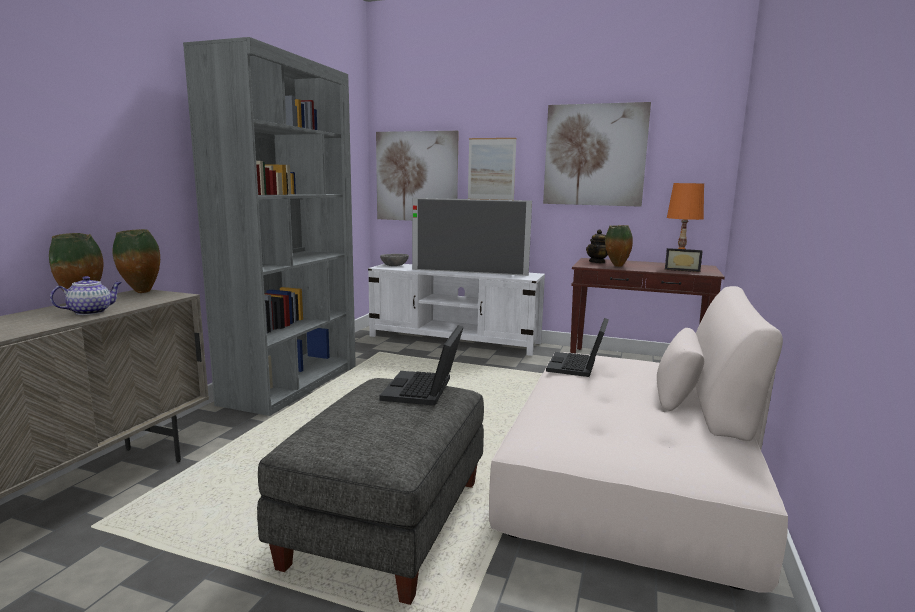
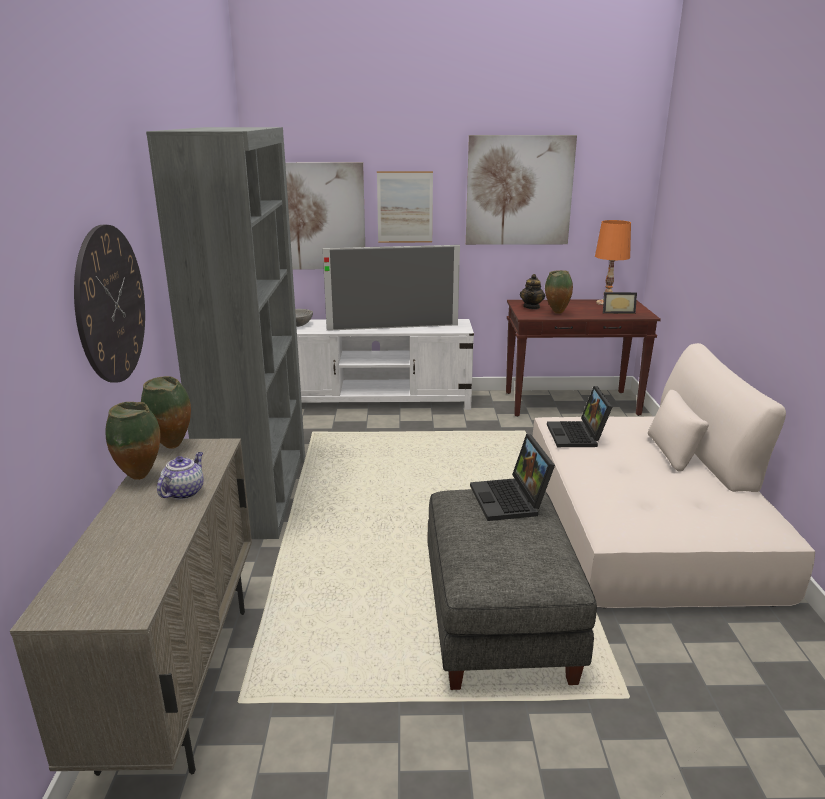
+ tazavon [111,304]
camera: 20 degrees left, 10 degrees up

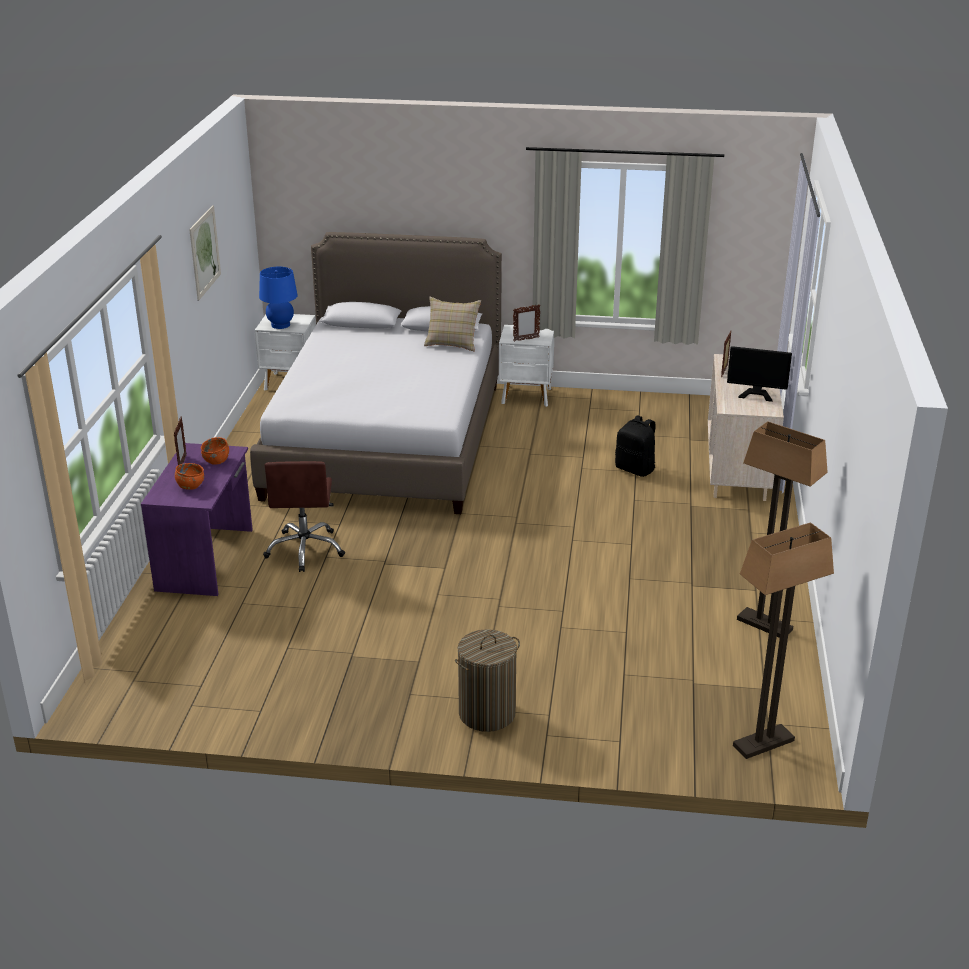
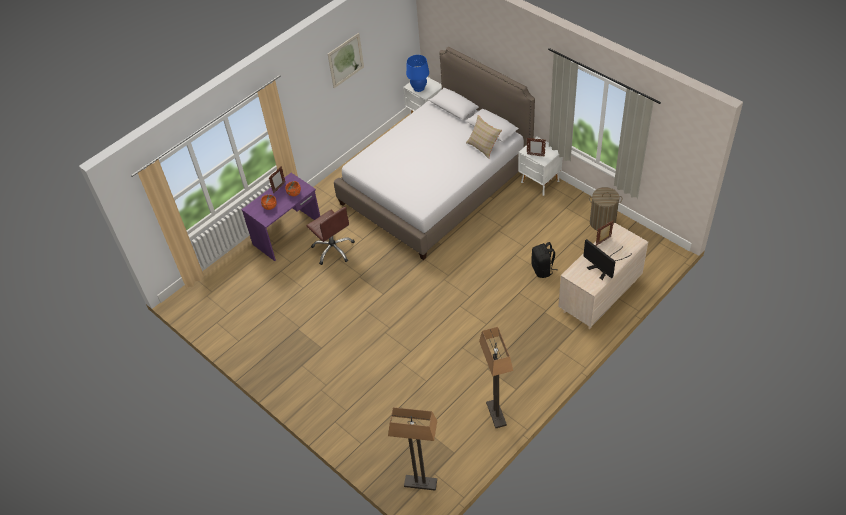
~ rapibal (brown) [305,550] = [333,249] 75 degrees counterclockwise
~ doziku [487,713] to [602,222]
camera: 40 degrees right, 20 degrees up

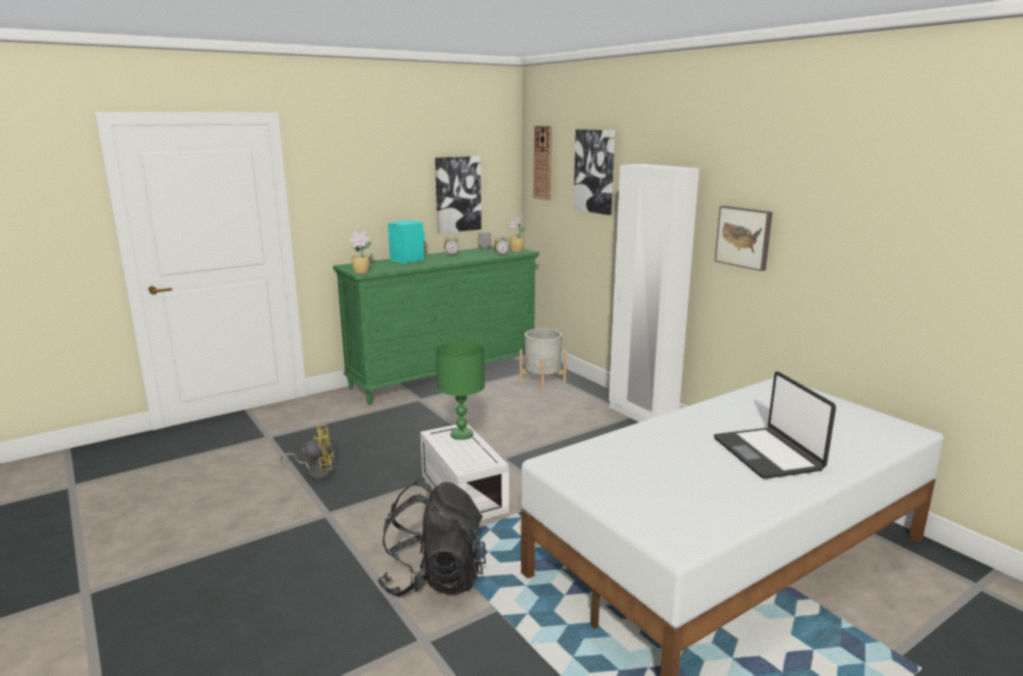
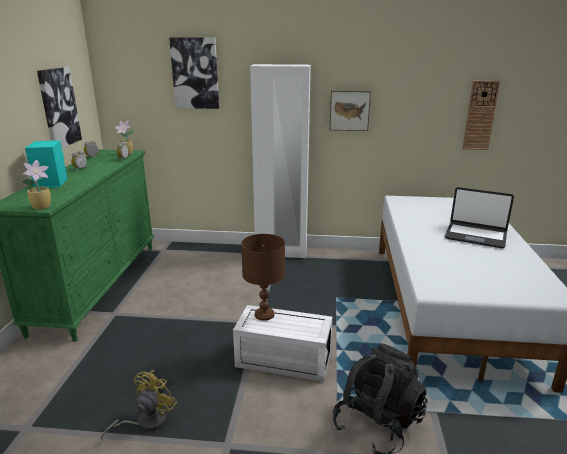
~ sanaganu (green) [462,434] to sanaganu (brown) [264,314]
~ tazavon [543,162] to [480,116]
- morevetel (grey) [542,382]
camera: 50 degrees left, 5 degrees up

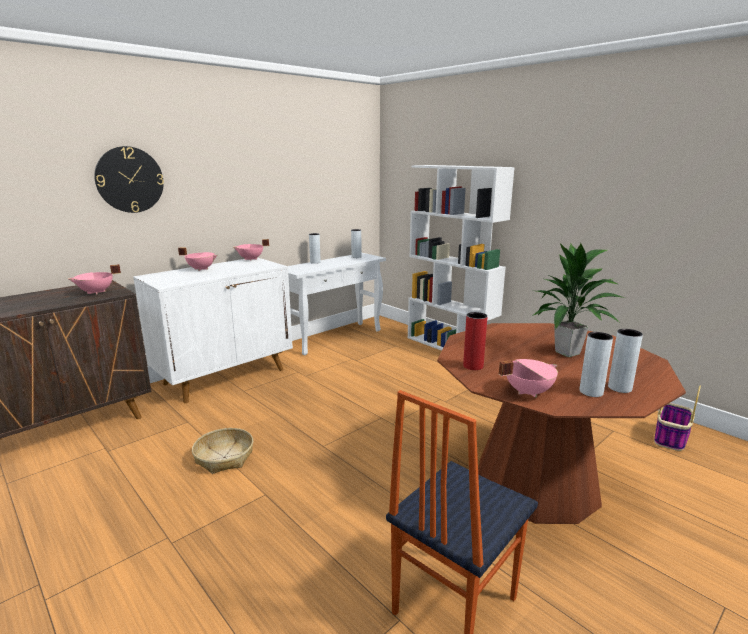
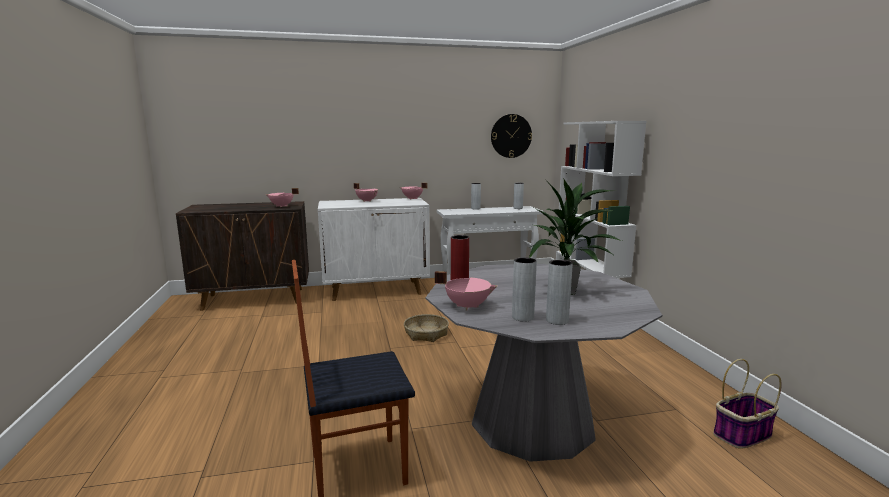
~ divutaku [224,457] to [426,334]
~ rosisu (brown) [536,481] to rosisu (grey) [532,421]
~ tazavon [129,180] to [511,136]
camera: 30 degrees right, 5 degrees down

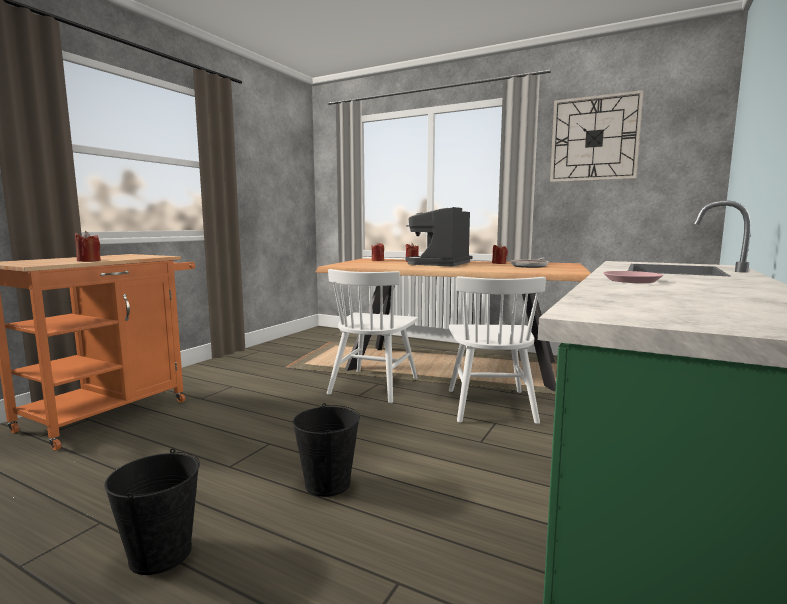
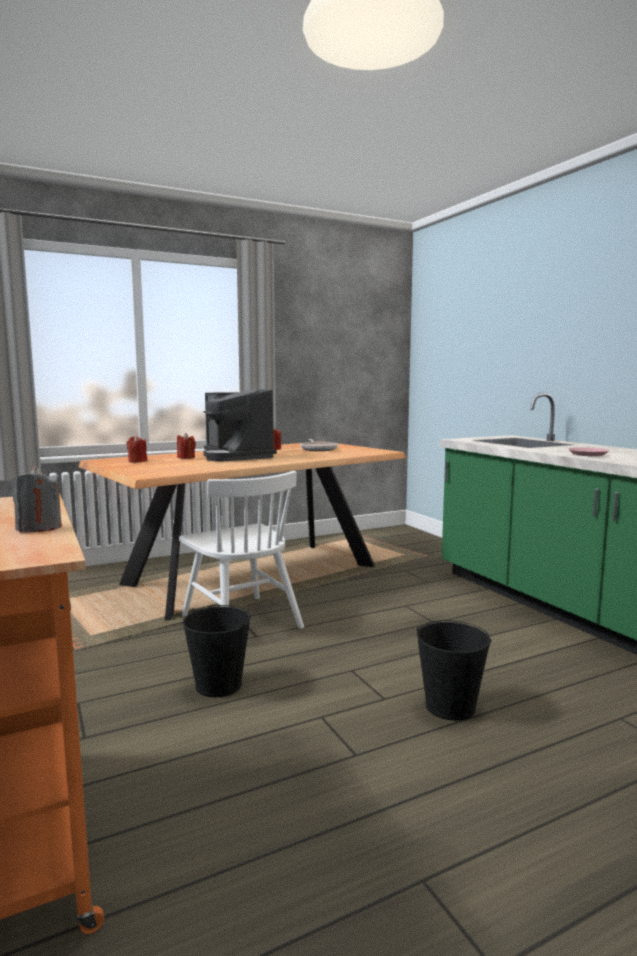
~ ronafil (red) [89,261] to ronafil (grey) [39,528]
~ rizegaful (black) [160,554] to [218,685]
- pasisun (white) [490,405]
- tazavon [594,138]
camera: 55 degrees left, 0 degrees up

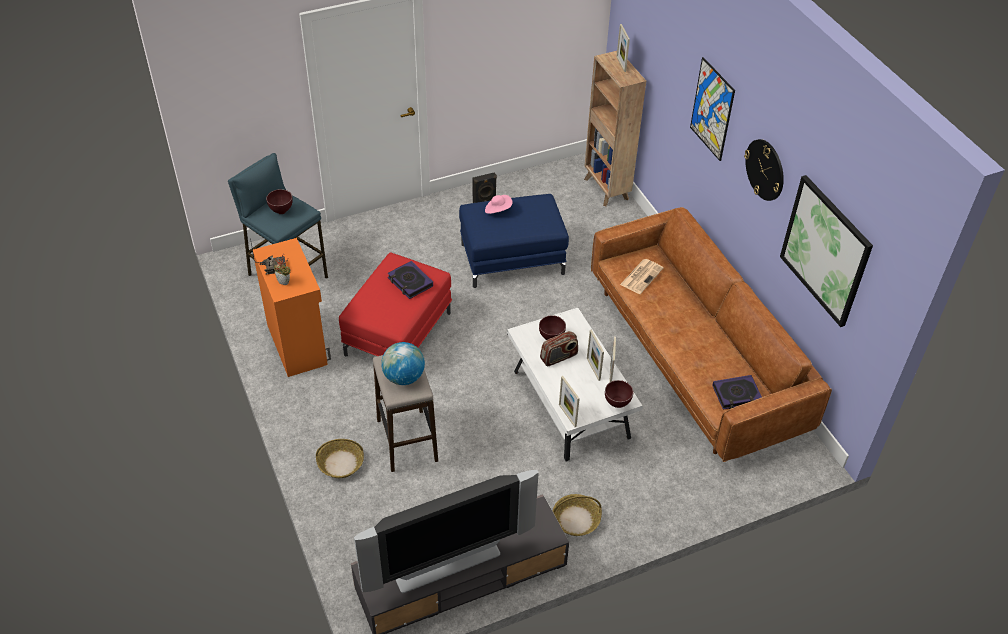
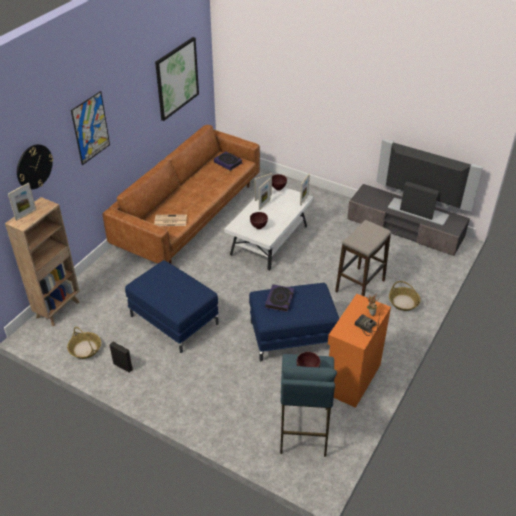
~ tazavon [765,169] to [34,166]
~ divutaku [576,520] to [85,349]
~ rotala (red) [397,333] to rotala (blue) [292,336]
- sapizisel [403,377]
- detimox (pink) [498,210]
- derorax [559,357]
camera: 125 degrees left, 5 degrees down

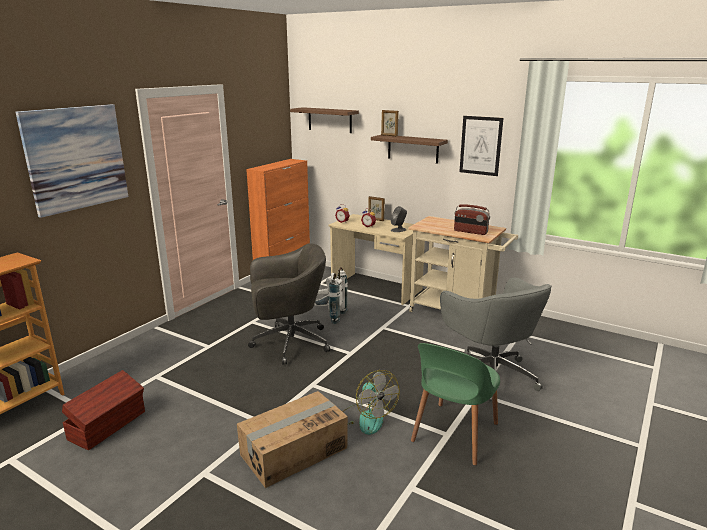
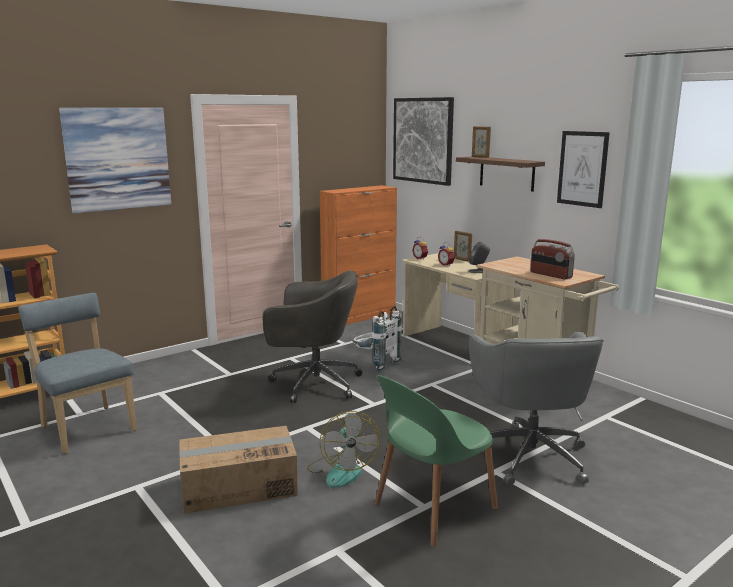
~ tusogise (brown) [108,425] to pasisun (blue) [86,427]
~ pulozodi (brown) [330,120] to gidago [423,140]
camera: 20 degrees right, 5 degrees down

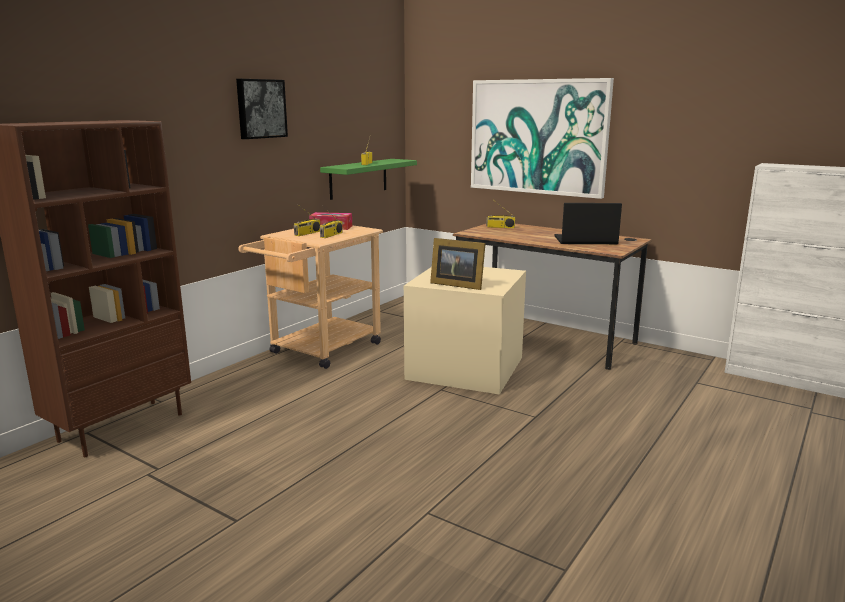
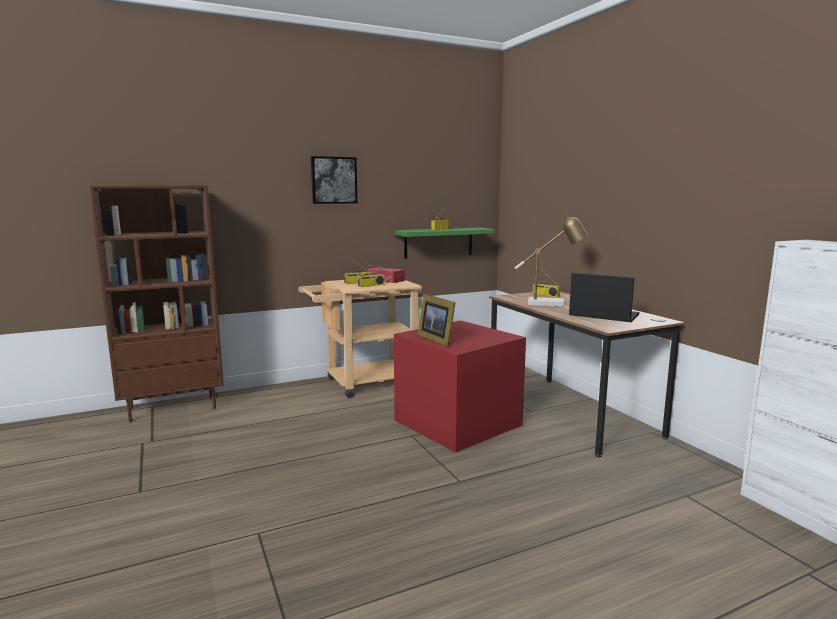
~ tusogise (beige) [467,368] to tusogise (red) [459,423]
+ sanaganu [551,303]
- gidago [538,137]
camera: 30 degrees right, 5 degrees down

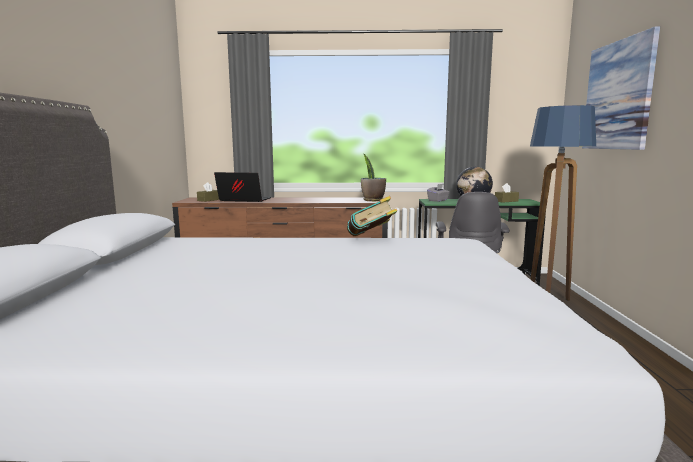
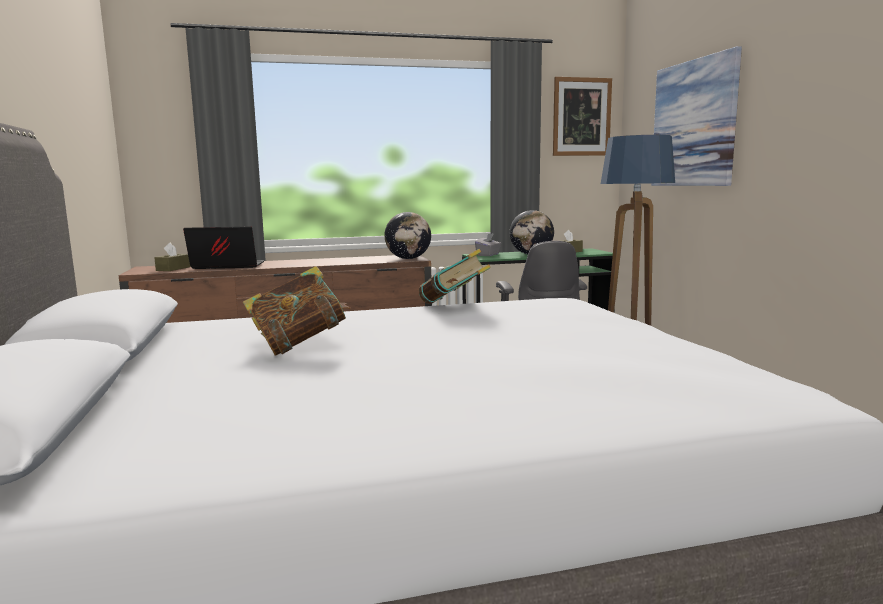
+ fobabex [299,345]
~ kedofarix [373,200] to sapizisel [408,258]
+ gidago [581,117]
camera: 15 degrees left, 0 degrees up

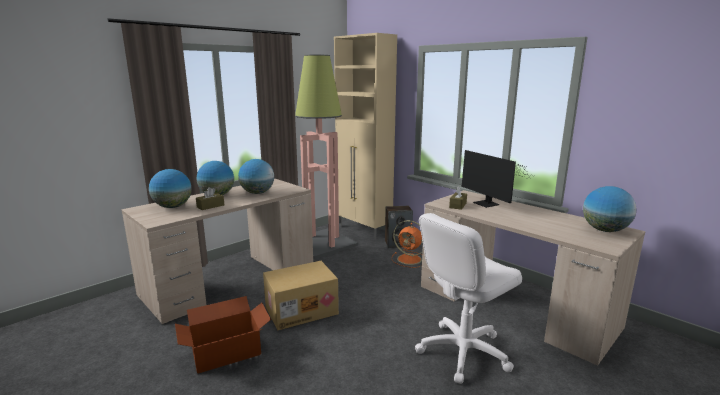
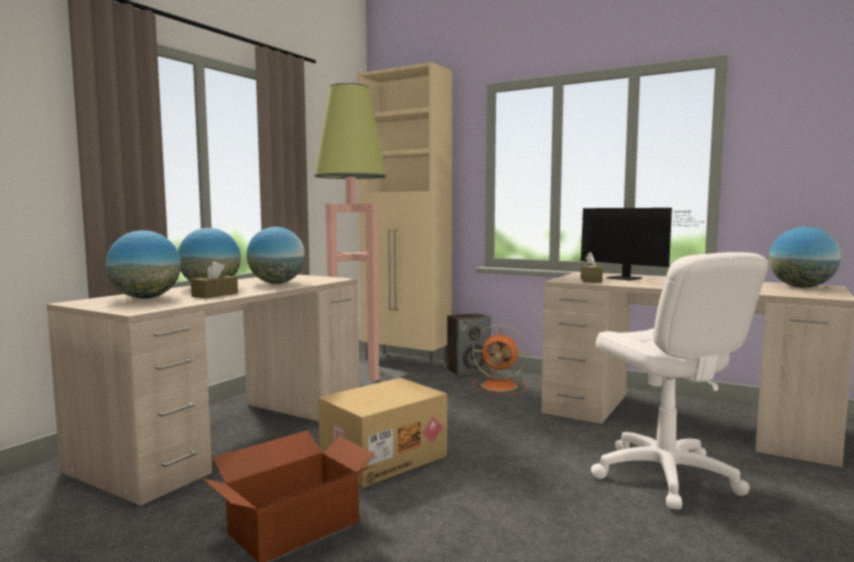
~ rapibal (white) [463,352] = [664,476] 60 degrees counterclockwise
camera: 15 degrees left, 10 degrees down

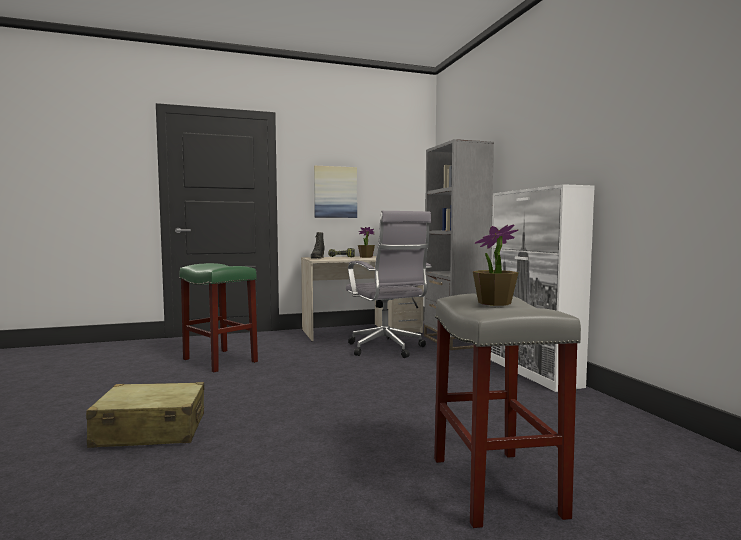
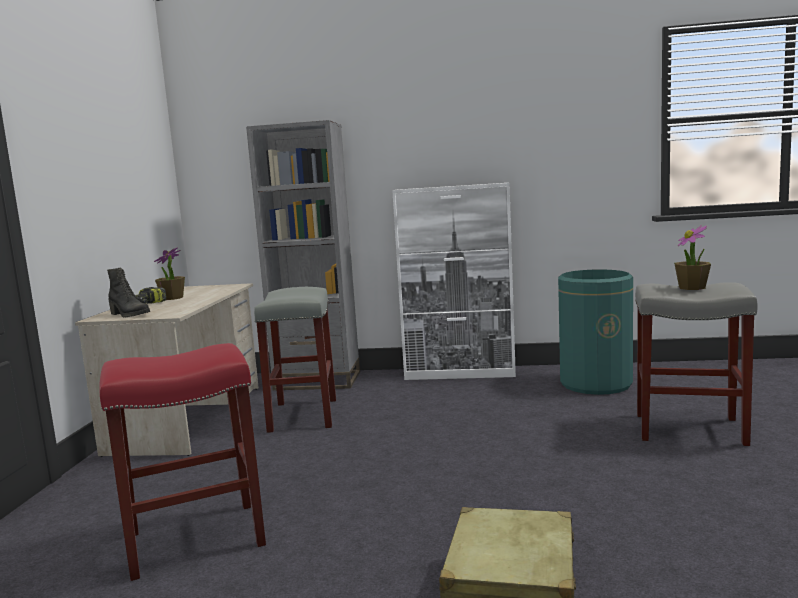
~ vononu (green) [219,360] to vononu (red) [194,540]
~ rapibal (grey) [387,349] to vononu (grey) [304,415]
+ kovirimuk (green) [595,383]
- gidago [335,192]
camera: 65 degrees left, 5 degrees up

